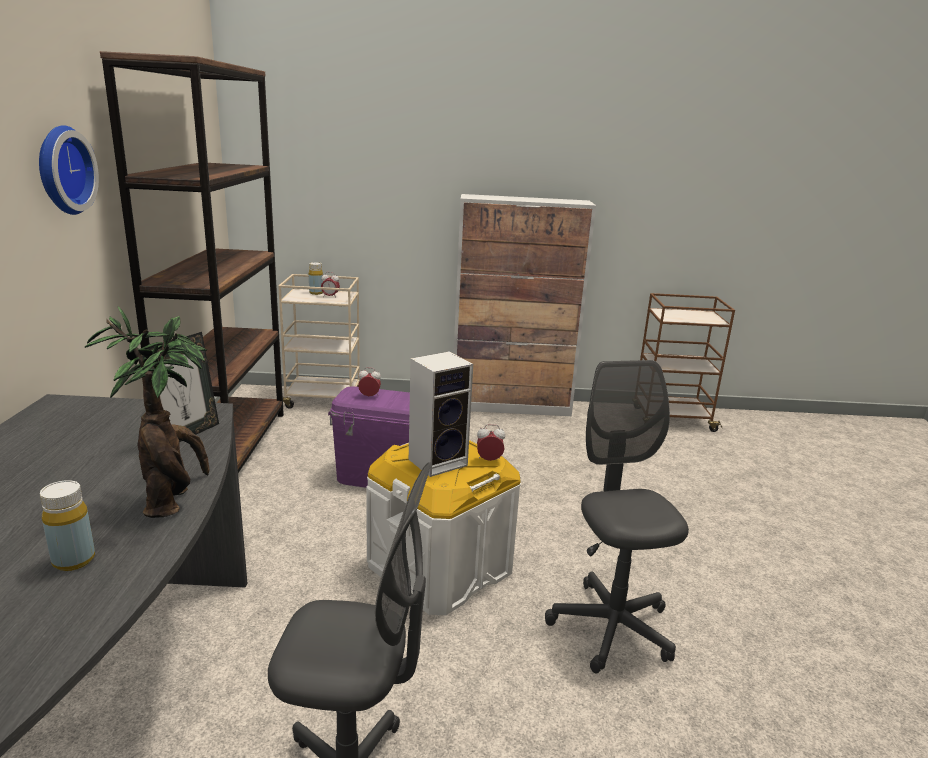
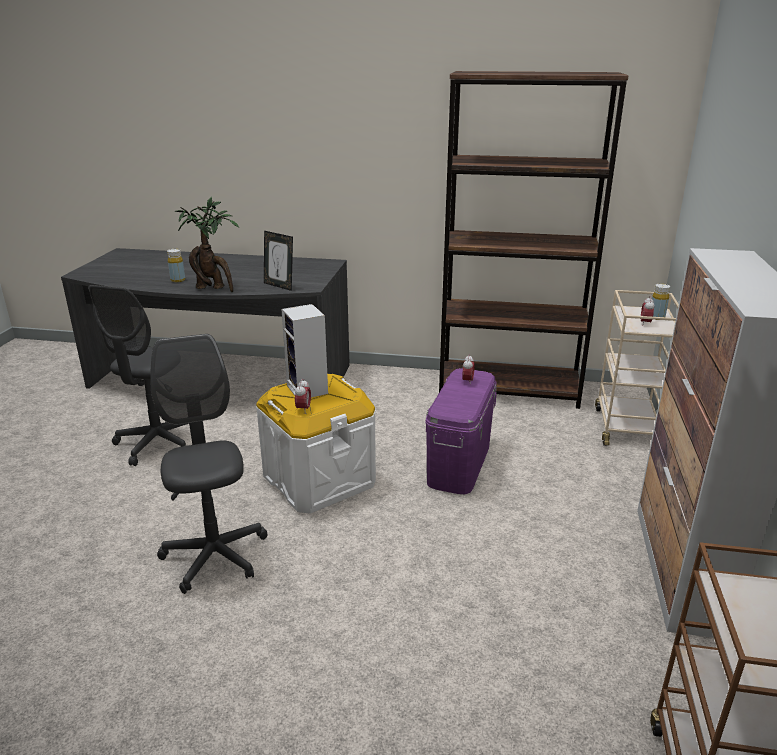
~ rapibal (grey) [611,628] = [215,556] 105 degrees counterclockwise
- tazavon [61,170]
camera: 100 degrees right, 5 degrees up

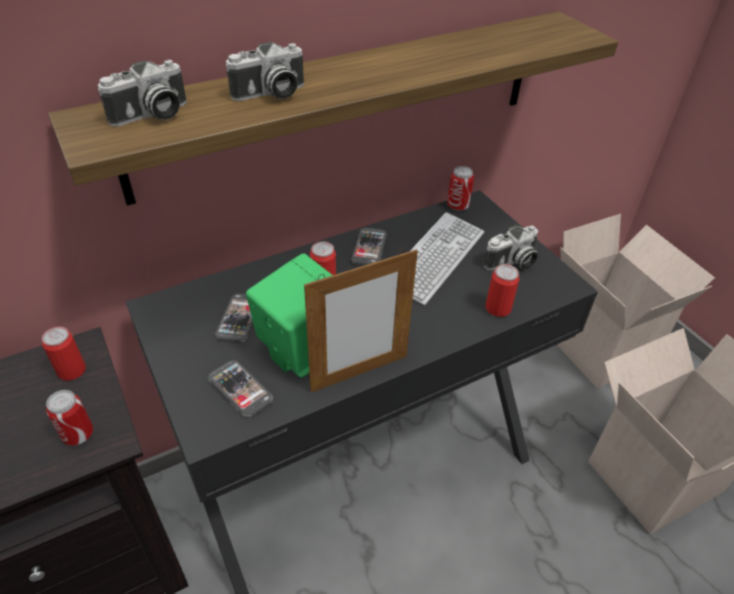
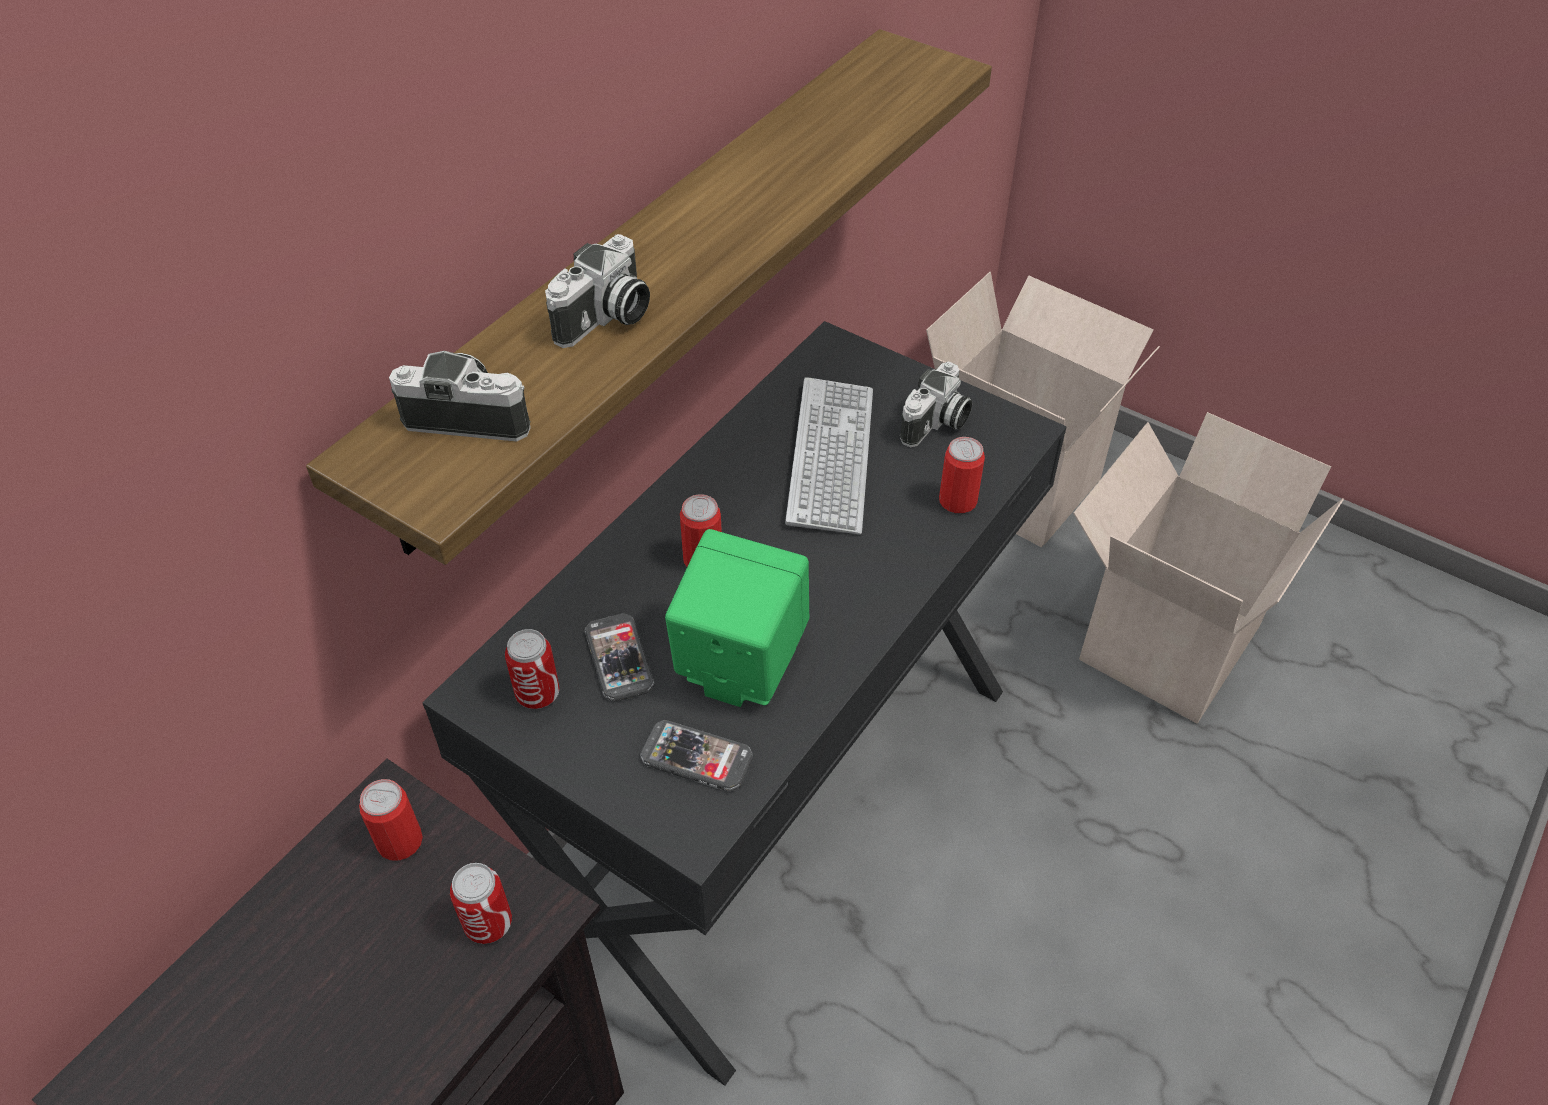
~ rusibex [151,116] = [471,416] 105 degrees counterclockwise
~ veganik [458,206] to [538,694]
- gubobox [359,373]
- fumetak [369,249]
camera: 25 degrees left, 5 degrees up

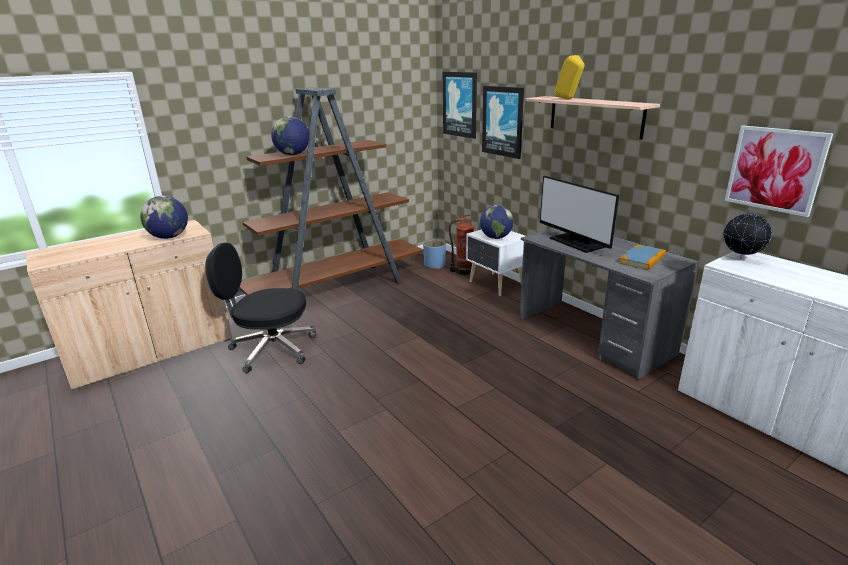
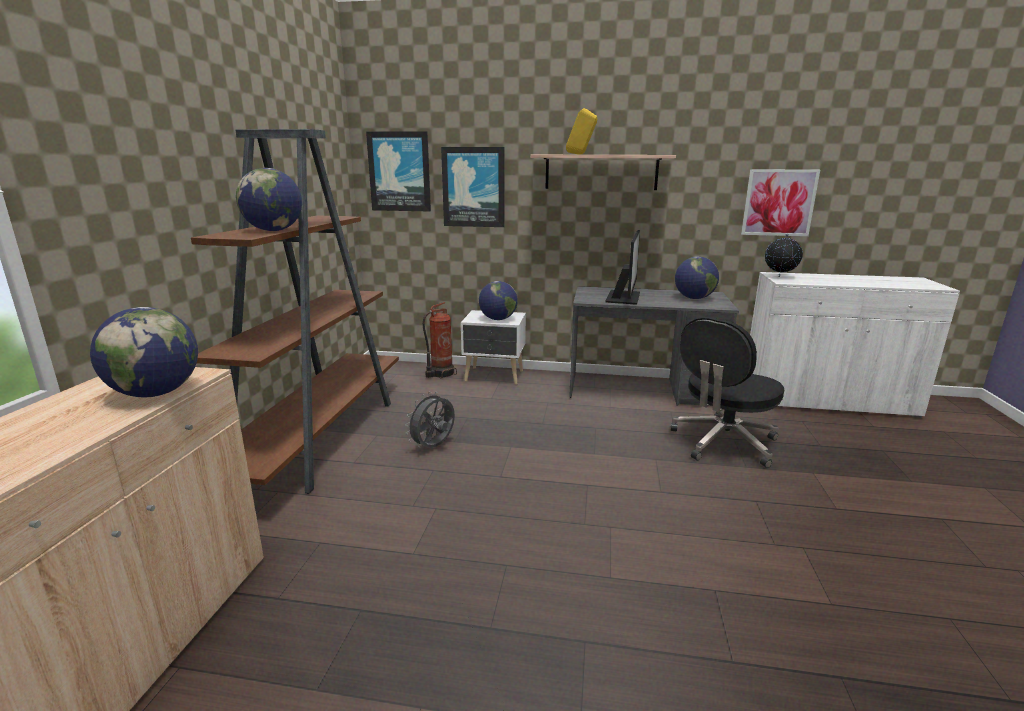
+ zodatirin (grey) [434,447]
~ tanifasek [577,242] = [624,297] 90 degrees counterclockwise
~ rapibal (black) [271,349] to [723,443]
~ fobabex [642,259] to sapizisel [694,298]
- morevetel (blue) [435,265]
camera: 45 degrees left, 5 degrees down

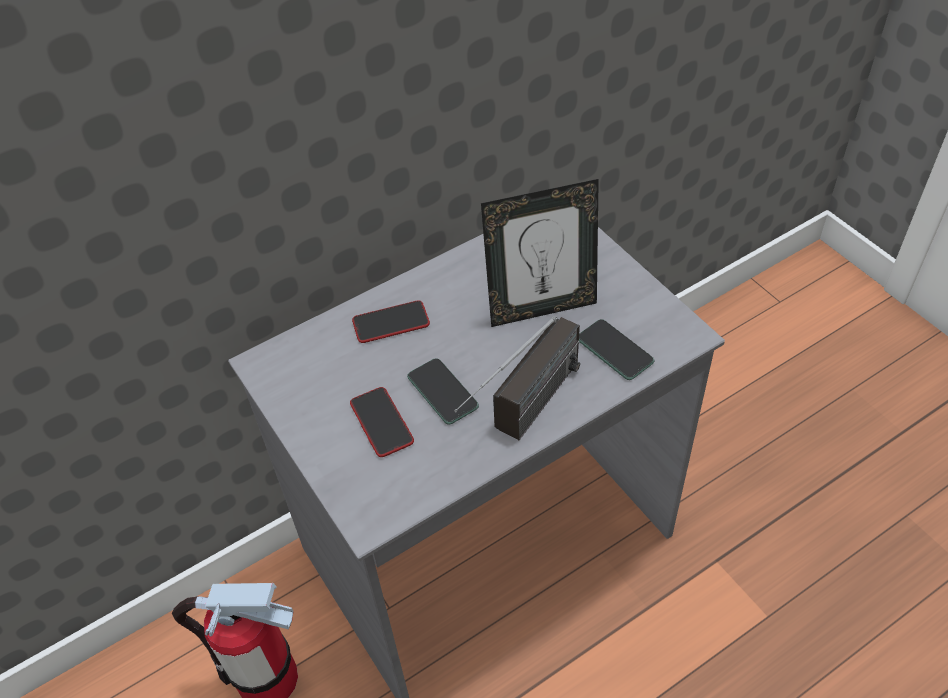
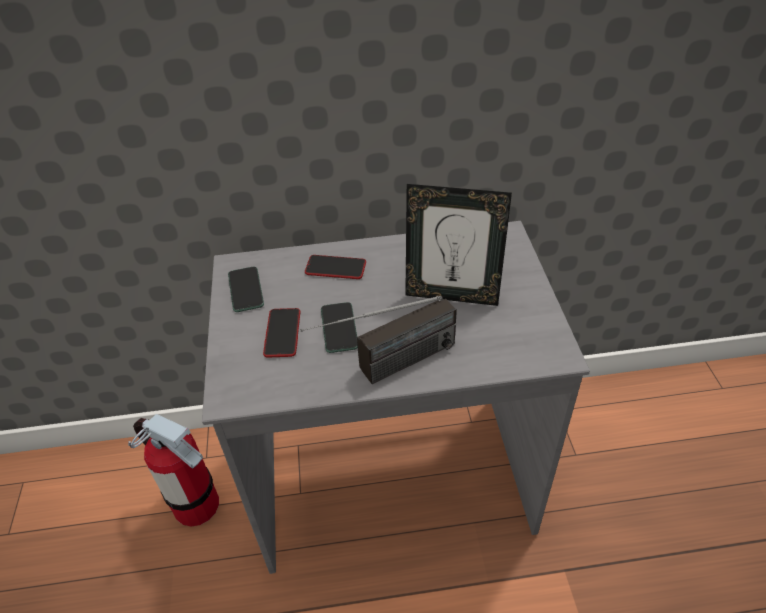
~ fumetak [614,350] to [246,290]
camera: 25 degrees right, 5 degrees down

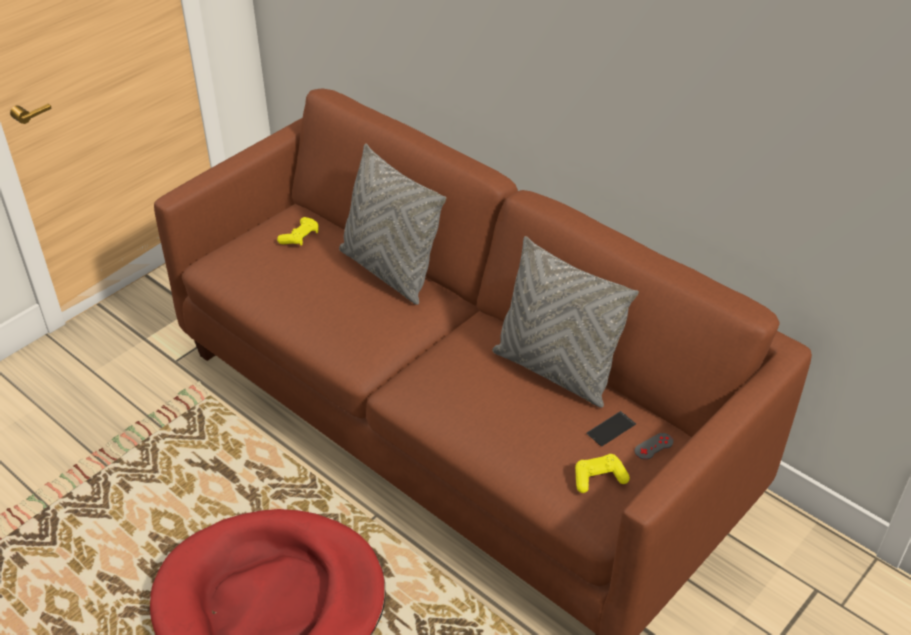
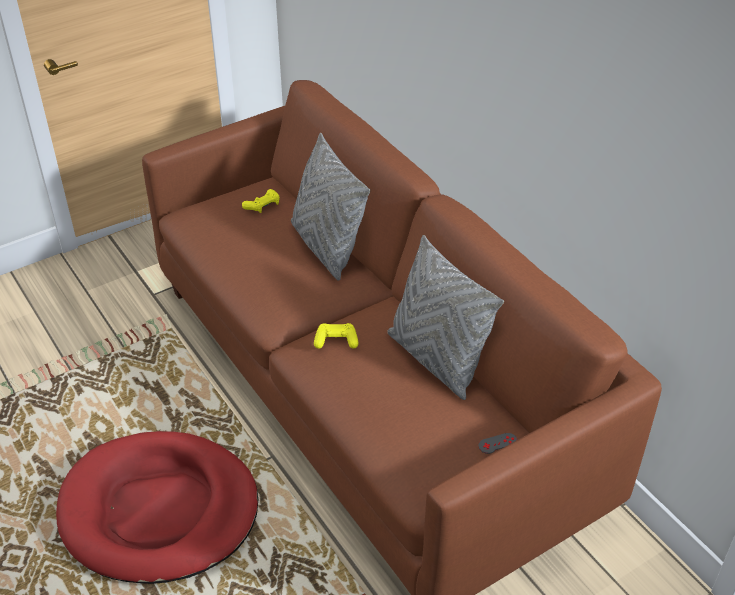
~ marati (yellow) [598,478] to [336,341]
- fumetak [611,429]
camera: 15 degrees right, 0 degrees up

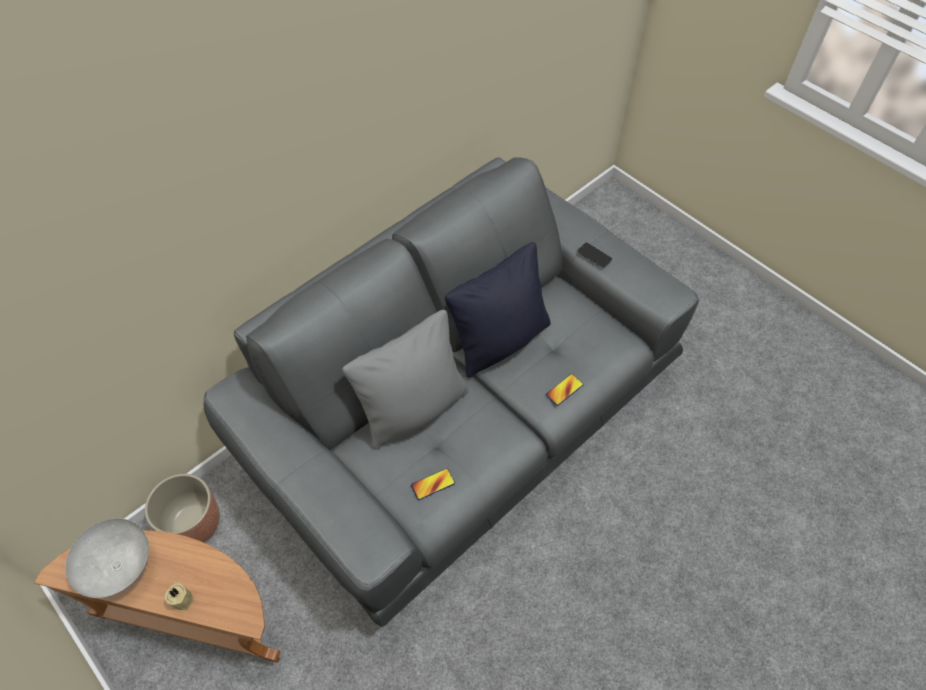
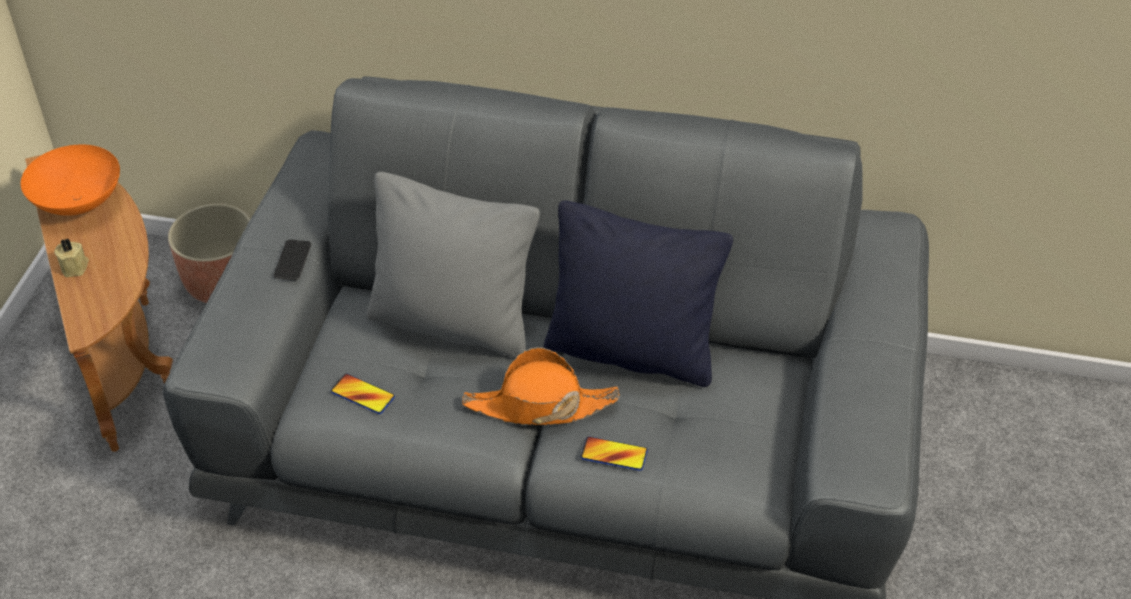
~ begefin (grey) [120,566] to begefin (orange) [79,203]
~ fumetak [594,255] to [292,260]
+ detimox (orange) [540,405]
camera: 55 degrees right, 10 degrees down

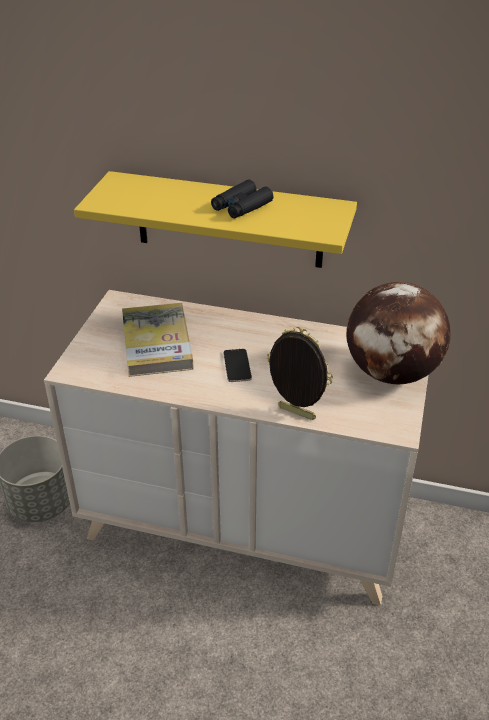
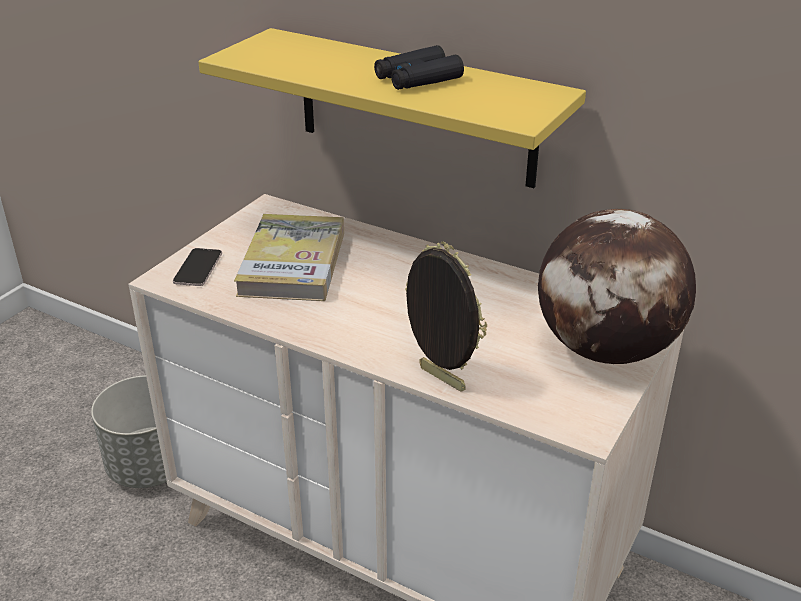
~ fumetak [237,366] to [198,268]
camera: 15 degrees right, 5 degrees down

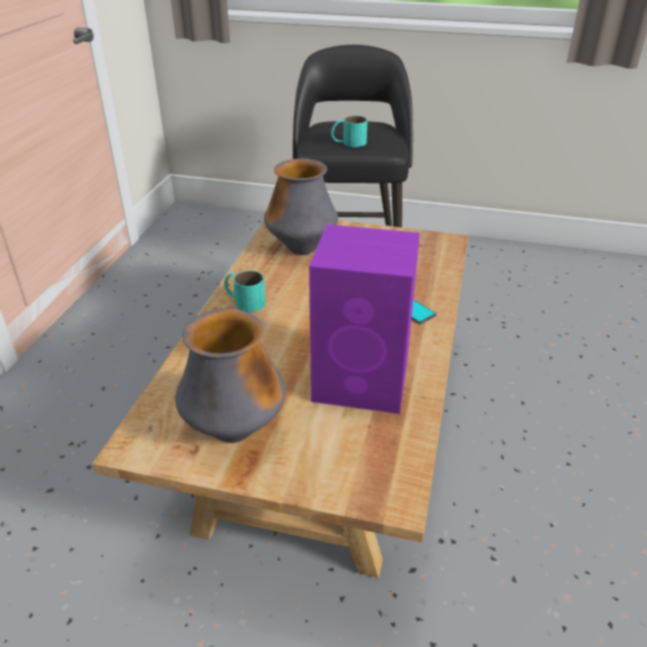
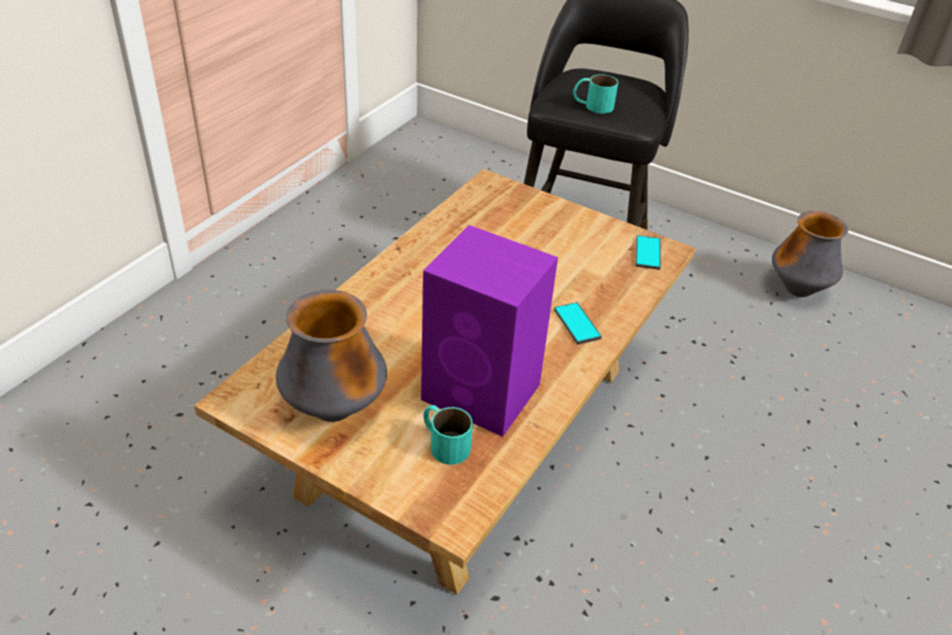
~ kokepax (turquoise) [244,301] to [443,442]
+ fumetak [648,253]
~ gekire [302,249] to [797,290]
camera: 15 degrees right, 5 degrees up

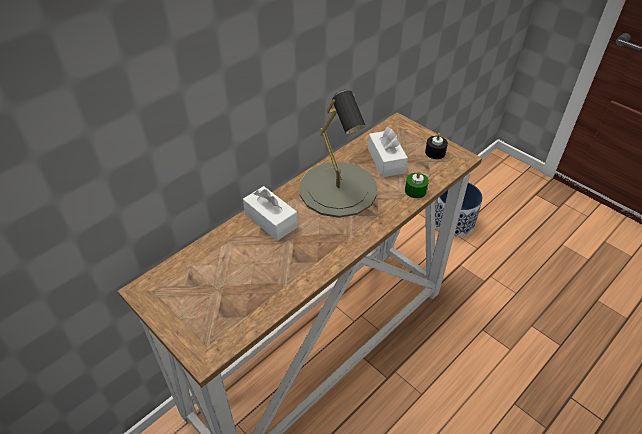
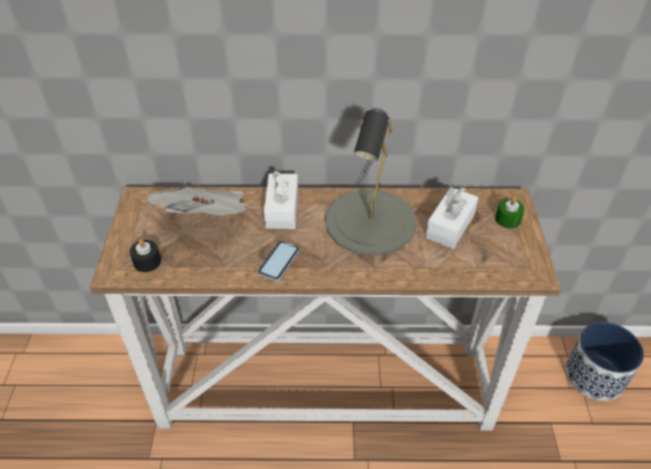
~ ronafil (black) [435,152] to [147,261]
+ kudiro [207,219]
+ fumetak [279,261]
~ ronafil (green) [415,190] to [507,219]
camera: 45 degrees right, 0 degrees up

